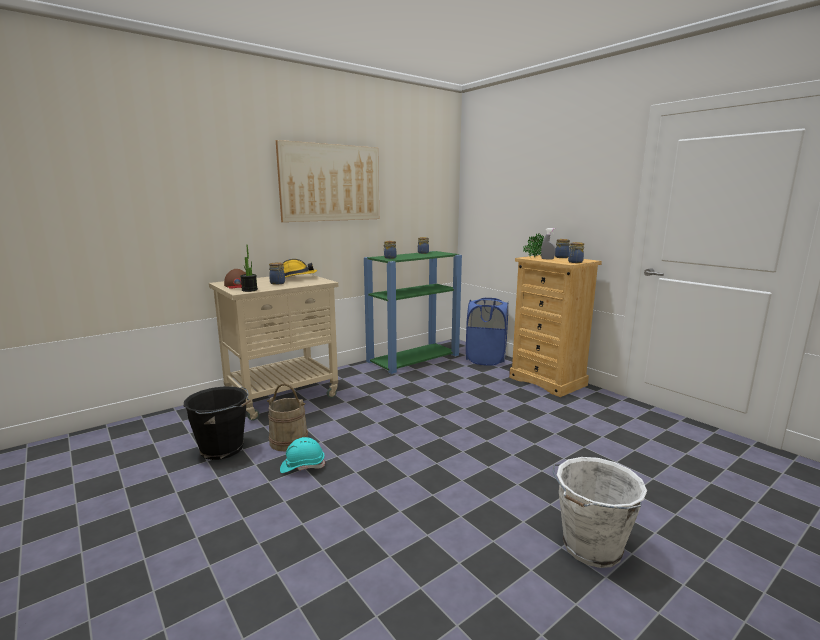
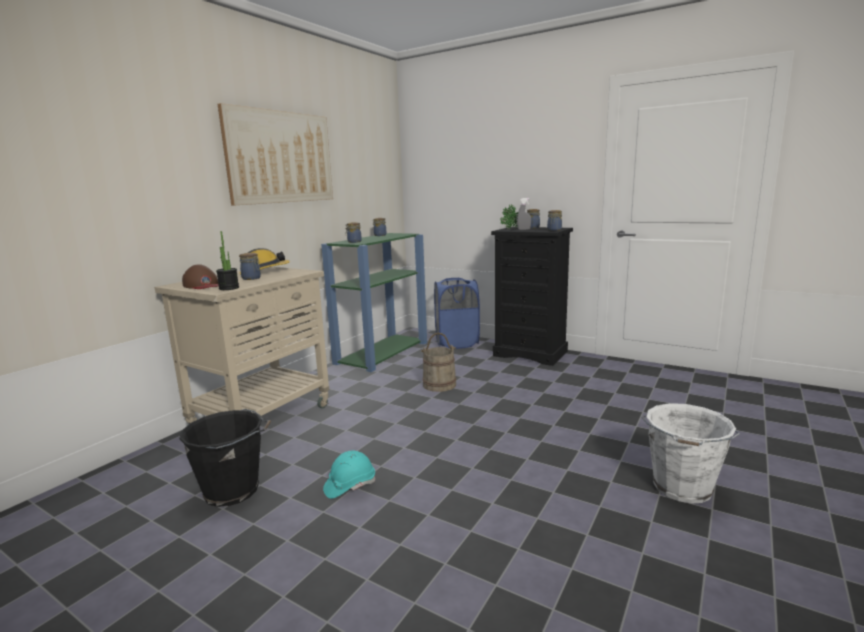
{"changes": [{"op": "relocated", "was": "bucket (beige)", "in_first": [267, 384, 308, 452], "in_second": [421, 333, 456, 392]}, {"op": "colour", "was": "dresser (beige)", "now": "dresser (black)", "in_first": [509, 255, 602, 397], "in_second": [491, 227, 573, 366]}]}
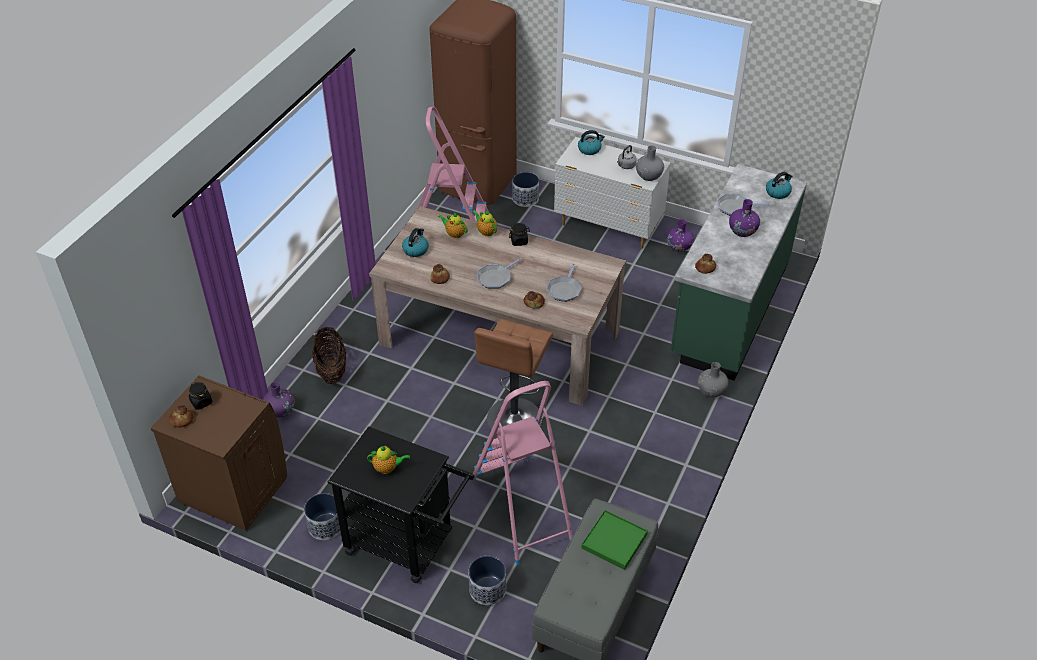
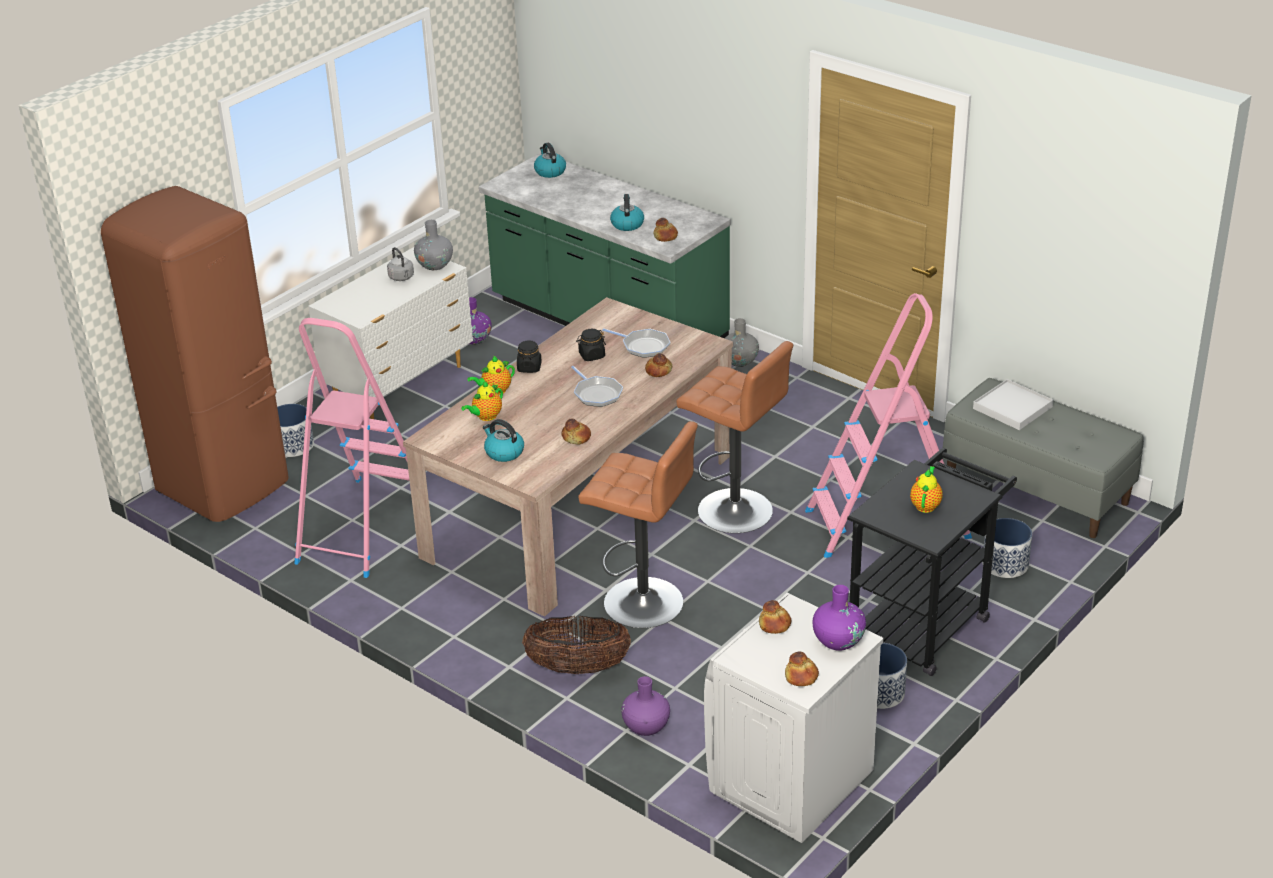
{"changes": [{"op": "colour", "was": "washing machine (brown)", "now": "washing machine (white)", "in_first": [151, 376, 287, 531], "in_second": [704, 593, 884, 843]}, {"op": "relocated", "was": "jar (black)", "in_first": [189, 382, 212, 410], "in_second": [576, 329, 606, 361]}, {"op": "relocated", "was": "kettle", "in_first": [578, 130, 605, 155], "in_second": [610, 194, 644, 231]}, {"op": "colour", "was": "tray (green)", "now": "tray (white)", "in_first": [581, 510, 648, 570], "in_second": [973, 379, 1053, 430]}, {"op": "missing", "was": "frying pan", "in_first": [717, 194, 770, 216]}, {"op": "relocated", "was": "vase (purple)", "in_first": [729, 199, 760, 237], "in_second": [812, 585, 866, 651]}, {"op": "appeared", "now": "stool (brown)", "in_second": [578, 421, 698, 628]}, {"op": "appeared", "now": "bread", "in_second": [759, 600, 791, 634]}]}
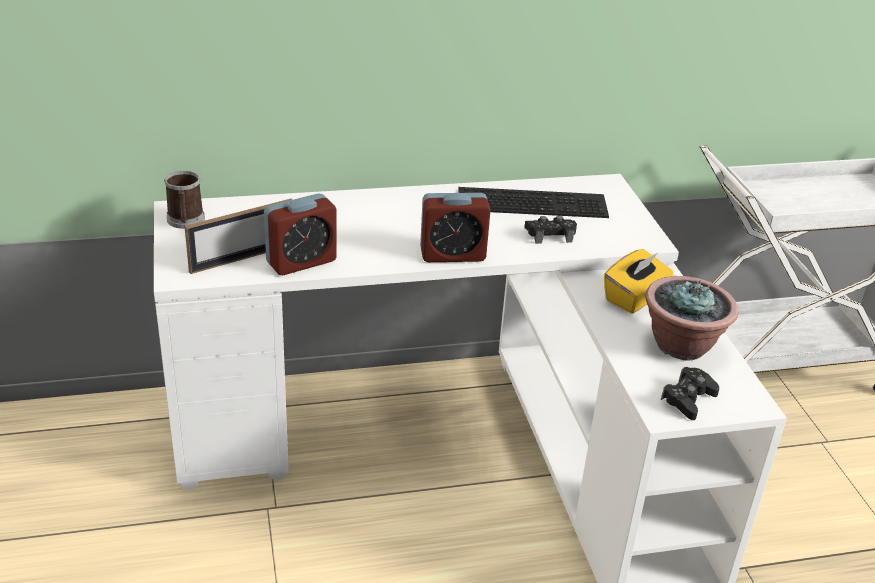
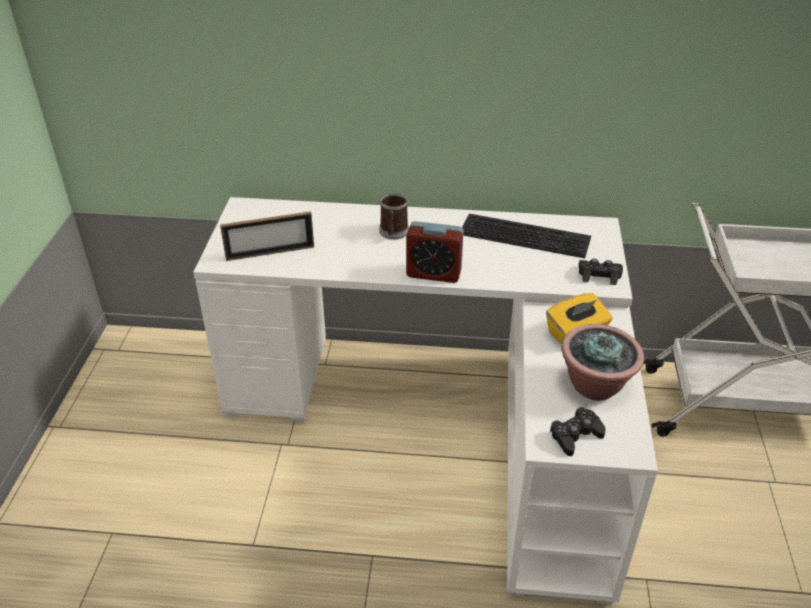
{"changes": [{"op": "relocated", "was": "mug", "in_first": [164, 171, 205, 229], "in_second": [379, 193, 409, 240]}, {"op": "missing", "was": "alarm clock", "in_first": [264, 193, 337, 275]}, {"op": "relocated", "was": "game controller (black)", "in_first": [524, 216, 577, 244], "in_second": [579, 258, 623, 285]}]}
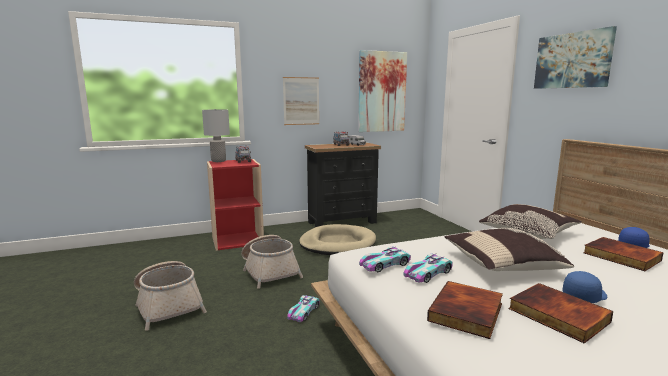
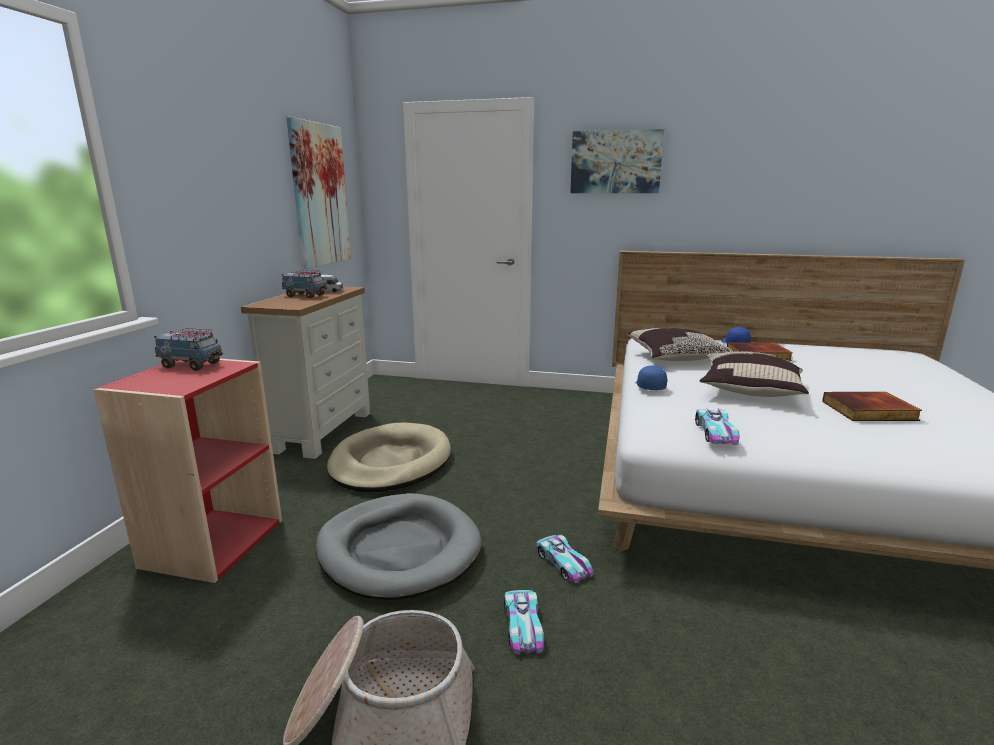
{"changes": [{"op": "missing", "was": "table lamp (grey)", "in_first": [202, 109, 230, 162]}, {"op": "exchanged", "was": "basket", "now": "dog bed (grey)", "in_first": [241, 235, 303, 289], "in_second": [316, 493, 482, 600]}, {"op": "missing", "was": "picture", "in_first": [283, 77, 319, 125]}, {"op": "colour", "was": "dresser (black)", "now": "dresser (white)", "in_first": [305, 142, 381, 227], "in_second": [241, 286, 370, 459]}, {"op": "relocated", "was": "toy car", "in_first": [403, 253, 453, 283], "in_second": [504, 590, 544, 655]}, {"op": "missing", "was": "book", "in_first": [427, 281, 503, 339]}, {"op": "relocated", "was": "cap (blue)", "in_first": [563, 271, 607, 303], "in_second": [636, 365, 667, 390]}]}
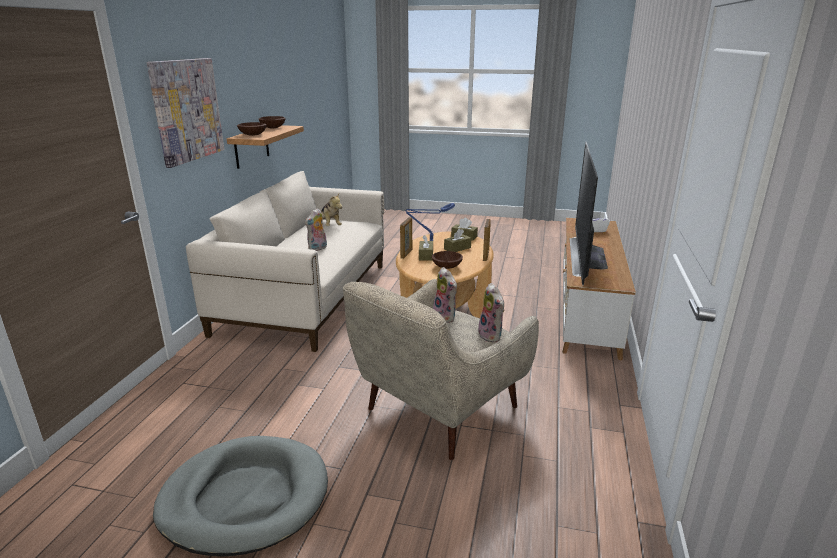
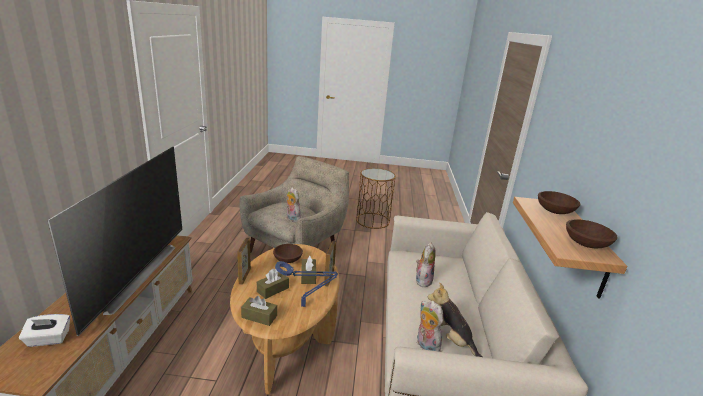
{"changes": [{"op": "missing", "was": "picture", "in_first": [147, 58, 224, 168]}, {"op": "exchanged", "was": "dog bed (grey)", "now": "side table (brown)", "in_first": [153, 436, 328, 557], "in_second": [356, 168, 396, 229]}, {"op": "relocated", "was": "plush toy", "in_first": [478, 283, 504, 342], "in_second": [417, 301, 443, 352]}]}
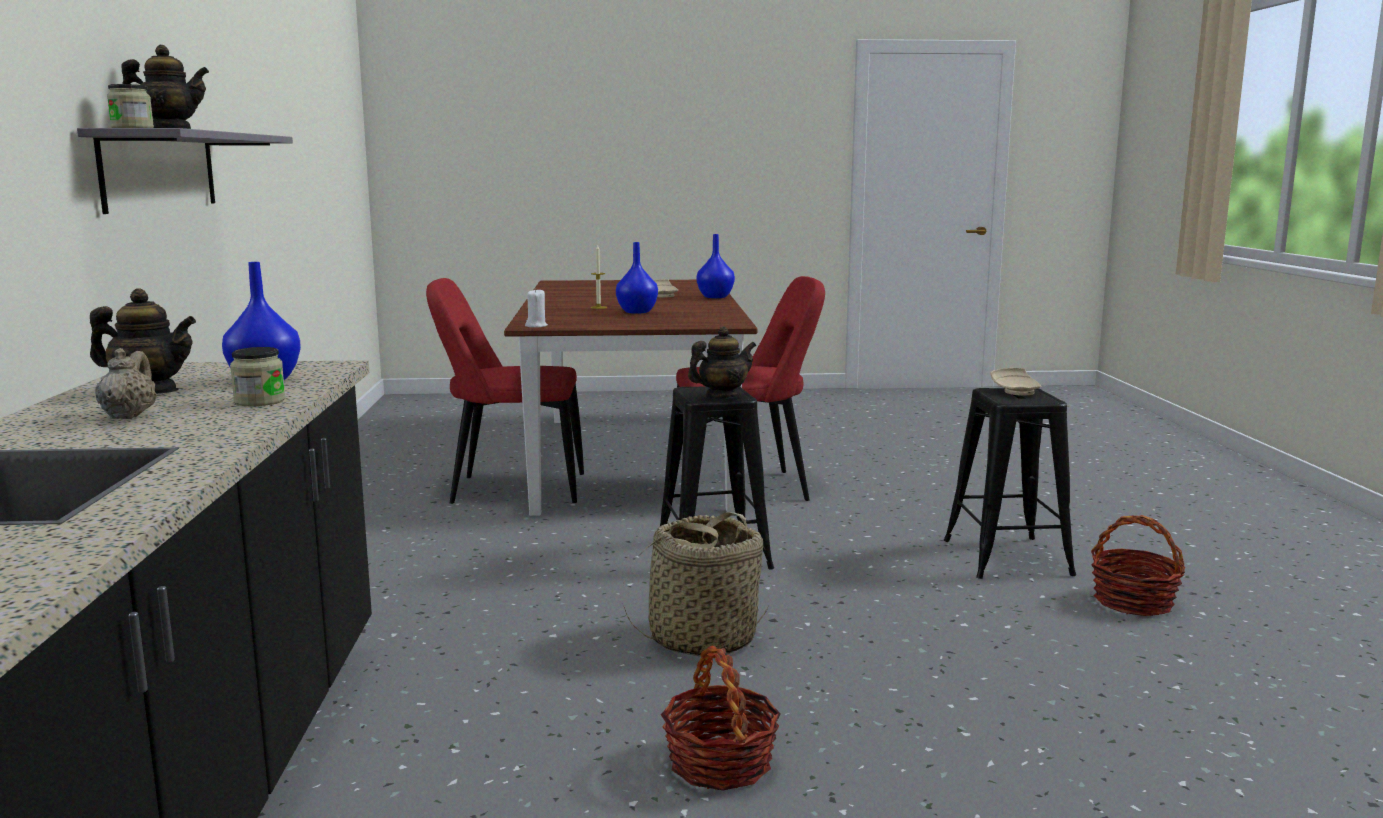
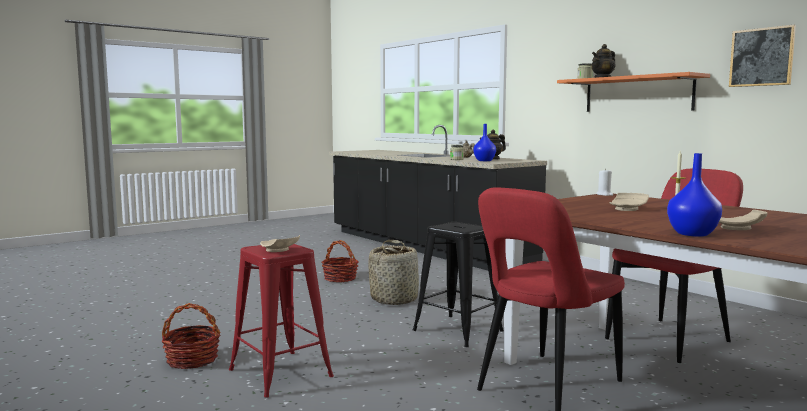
{"changes": [{"op": "colour", "was": "shelf (grey)", "now": "shelf (orange)", "in_first": [77, 128, 293, 214], "in_second": [557, 72, 710, 112]}, {"op": "exchanged", "was": "vase (blue)", "now": "plate (beige)", "in_first": [616, 242, 658, 314], "in_second": [609, 193, 649, 211]}, {"op": "missing", "was": "teapot", "in_first": [688, 326, 756, 399]}, {"op": "colour", "was": "stool (black)", "now": "stool (red)", "in_first": [944, 388, 1076, 579], "in_second": [229, 244, 334, 397]}, {"op": "appeared", "now": "picture", "in_second": [729, 25, 796, 87]}]}
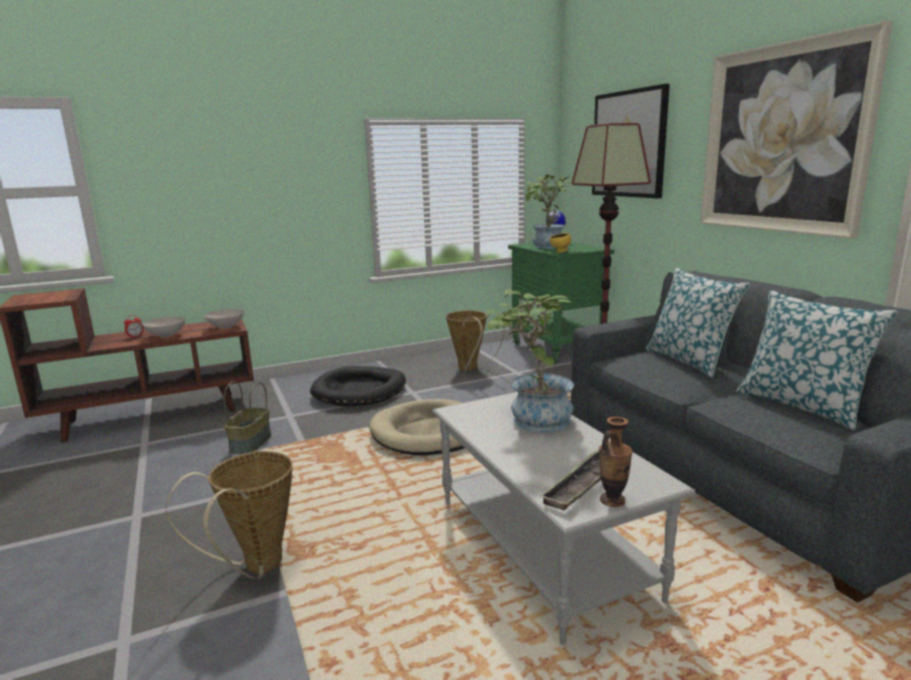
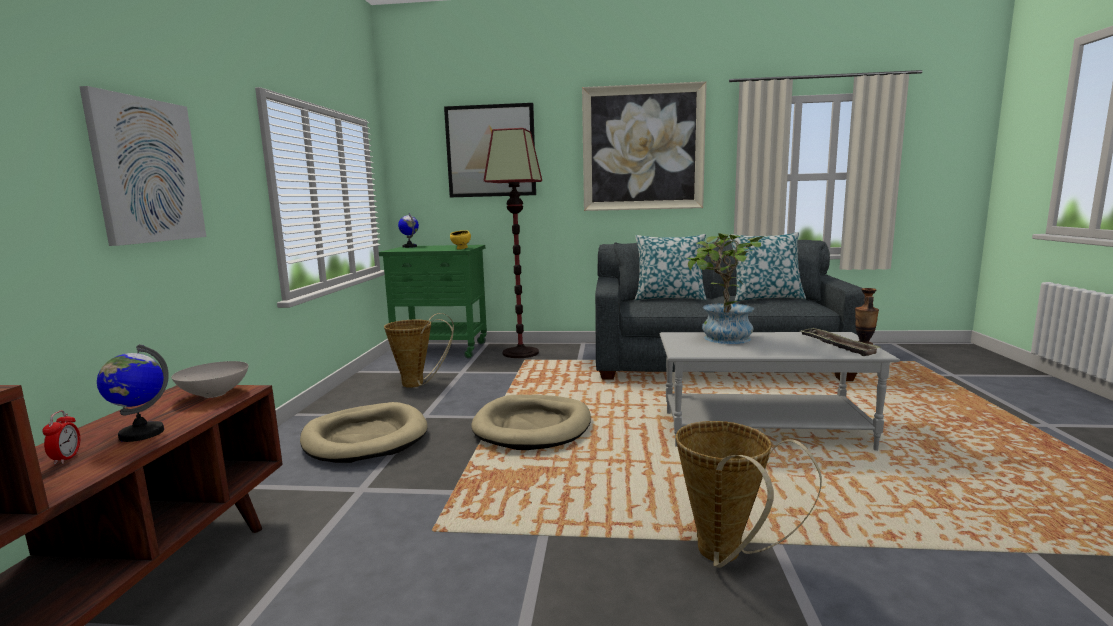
{"changes": [{"op": "exchanged", "was": "bowl (white)", "now": "globe", "in_first": [142, 317, 186, 338], "in_second": [97, 344, 169, 442]}, {"op": "missing", "was": "basket", "in_first": [223, 381, 271, 455]}, {"op": "colour", "was": "dog bed (black)", "now": "dog bed (beige)", "in_first": [310, 366, 406, 407], "in_second": [300, 402, 428, 463]}, {"op": "missing", "was": "potted plant", "in_first": [525, 174, 570, 249]}, {"op": "appeared", "now": "picture", "in_second": [79, 86, 206, 246]}]}
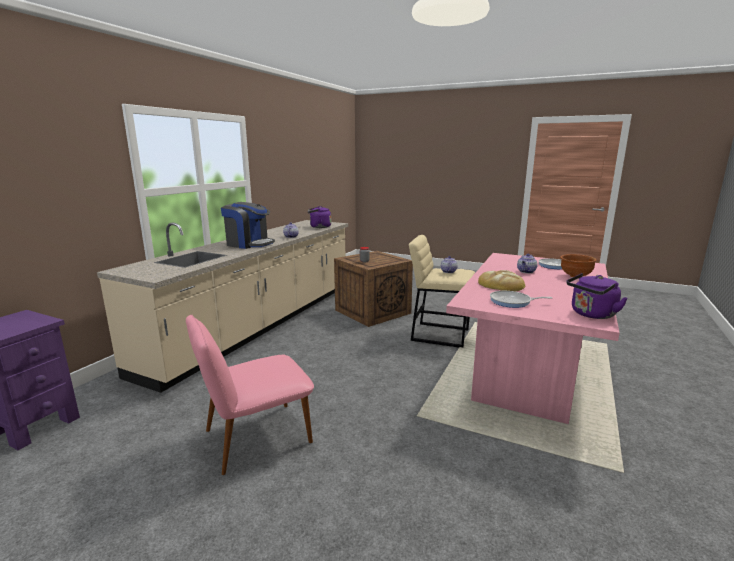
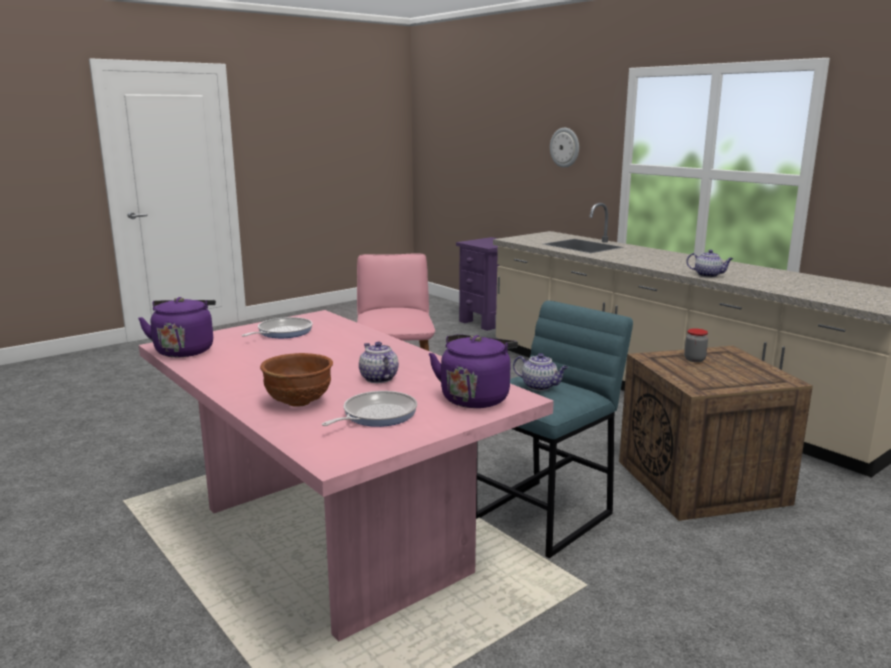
{"changes": [{"op": "missing", "was": "coffee machine", "in_first": [221, 202, 275, 249]}, {"op": "relocated", "was": "kettle (purple)", "in_first": [307, 206, 331, 228], "in_second": [429, 334, 518, 408]}, {"op": "colour", "was": "stool (beige)", "now": "stool (blue)", "in_first": [409, 235, 475, 347], "in_second": [476, 300, 633, 558]}, {"op": "missing", "was": "bread", "in_first": [478, 270, 525, 291]}, {"op": "appeared", "now": "wall clock", "in_second": [550, 128, 579, 168]}]}
